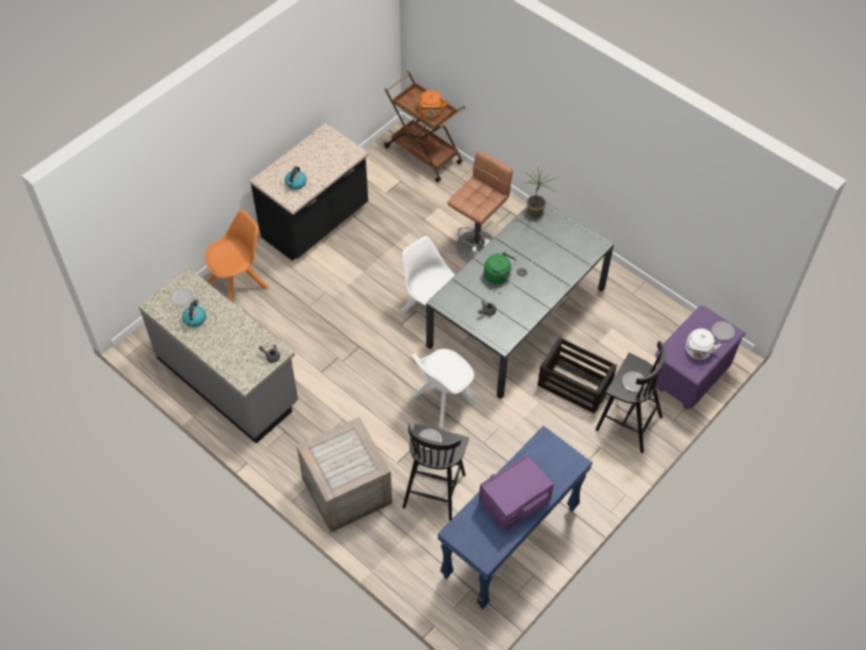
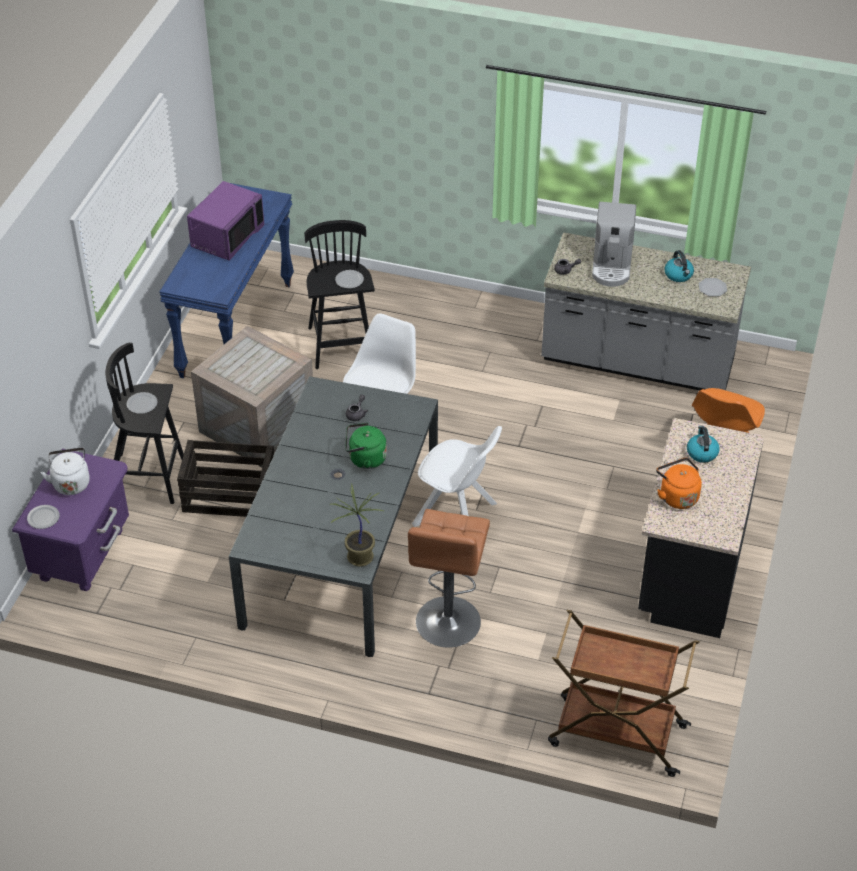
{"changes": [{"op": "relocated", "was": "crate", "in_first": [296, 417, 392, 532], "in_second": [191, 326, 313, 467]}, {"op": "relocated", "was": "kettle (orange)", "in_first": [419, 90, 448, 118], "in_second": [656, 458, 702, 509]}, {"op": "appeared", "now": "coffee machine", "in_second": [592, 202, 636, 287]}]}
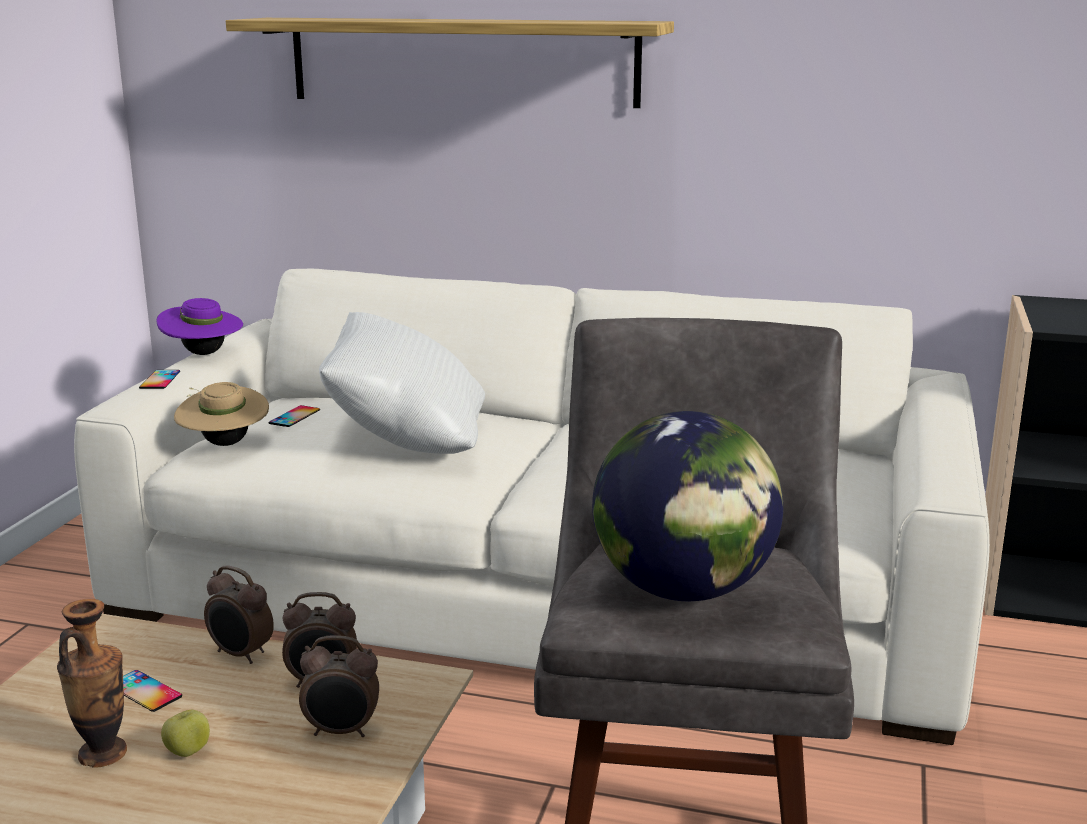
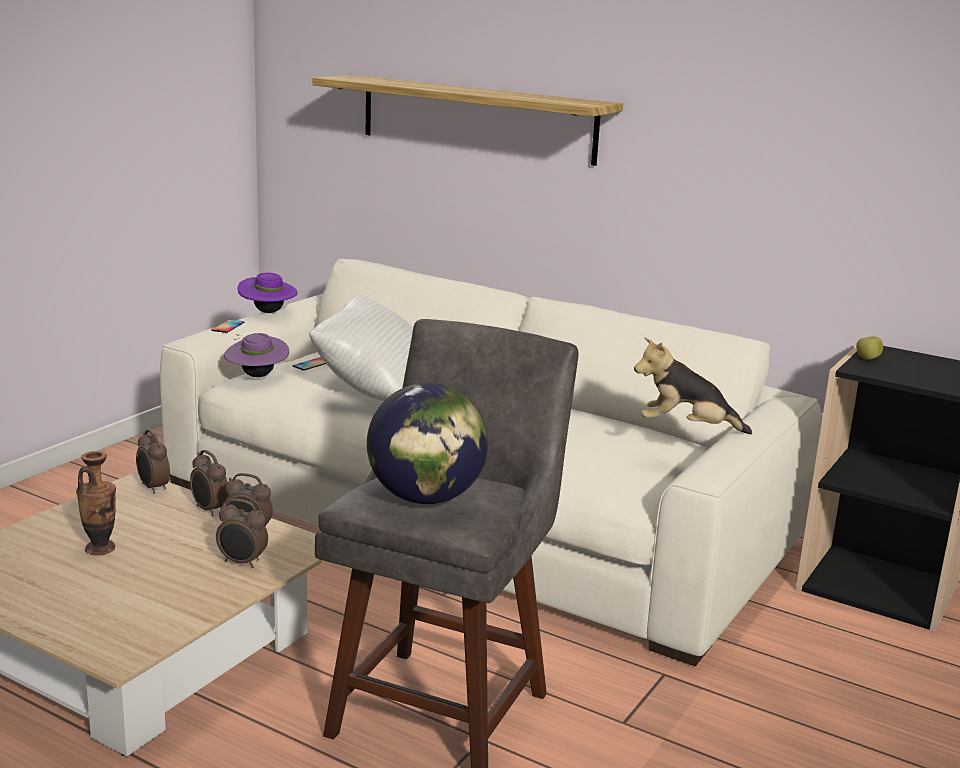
{"changes": [{"op": "missing", "was": "phone", "in_first": [123, 670, 182, 712]}, {"op": "relocated", "was": "apple", "in_first": [161, 710, 210, 757], "in_second": [856, 337, 883, 360]}, {"op": "colour", "was": "hat (beige)", "now": "hat (purple)", "in_first": [174, 382, 269, 446], "in_second": [224, 333, 289, 377]}, {"op": "appeared", "now": "alarm clock", "in_second": [136, 430, 170, 494]}, {"op": "appeared", "now": "plush toy", "in_second": [634, 337, 752, 435]}]}
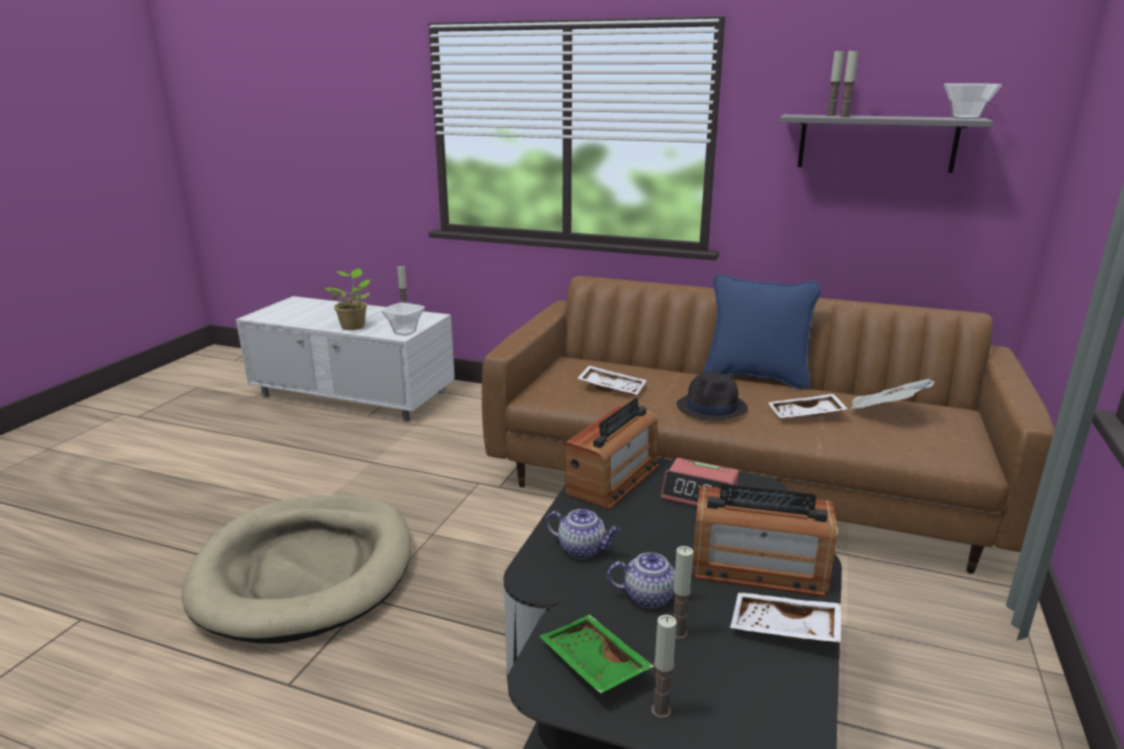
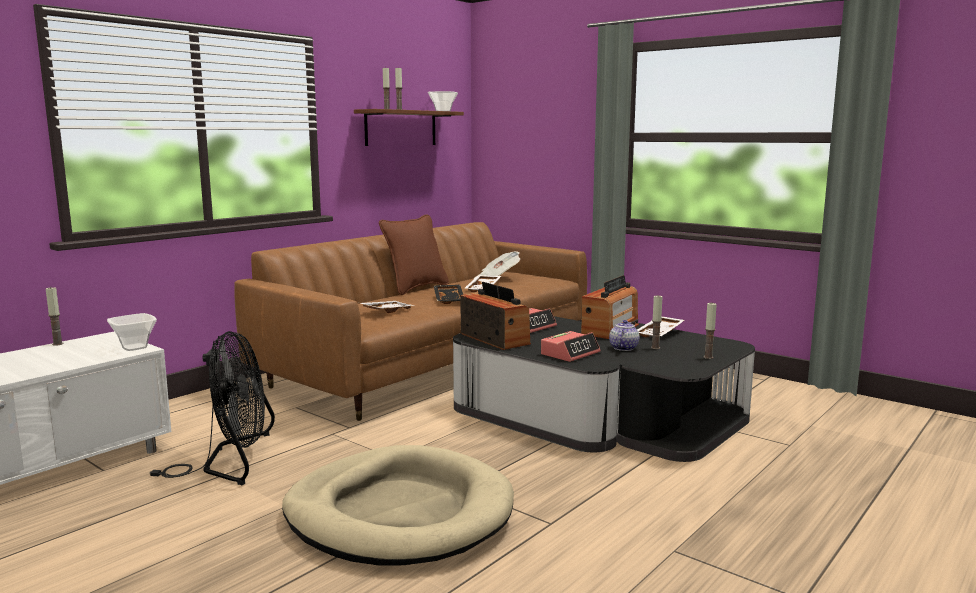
{"changes": [{"op": "missing", "was": "potted plant", "in_first": [325, 268, 370, 330]}, {"op": "missing", "was": "tray (green)", "in_first": [540, 615, 654, 694]}, {"op": "exchanged", "was": "teapot", "now": "alarm clock", "in_first": [546, 509, 620, 559], "in_second": [541, 331, 601, 362]}, {"op": "exchanged", "was": "hat (black)", "now": "tray (black)", "in_first": [677, 372, 748, 421], "in_second": [434, 285, 463, 304]}, {"op": "colour", "was": "pillow (blue)", "now": "pillow (brown)", "in_first": [703, 274, 821, 390], "in_second": [379, 214, 449, 295]}, {"op": "colour", "was": "shelf (grey)", "now": "shelf (brown)", "in_first": [780, 114, 993, 173], "in_second": [354, 109, 464, 146]}, {"op": "appeared", "now": "fan (black)", "in_second": [149, 331, 275, 486]}]}
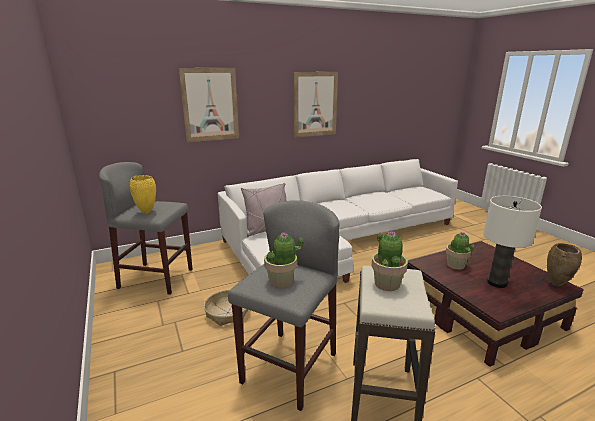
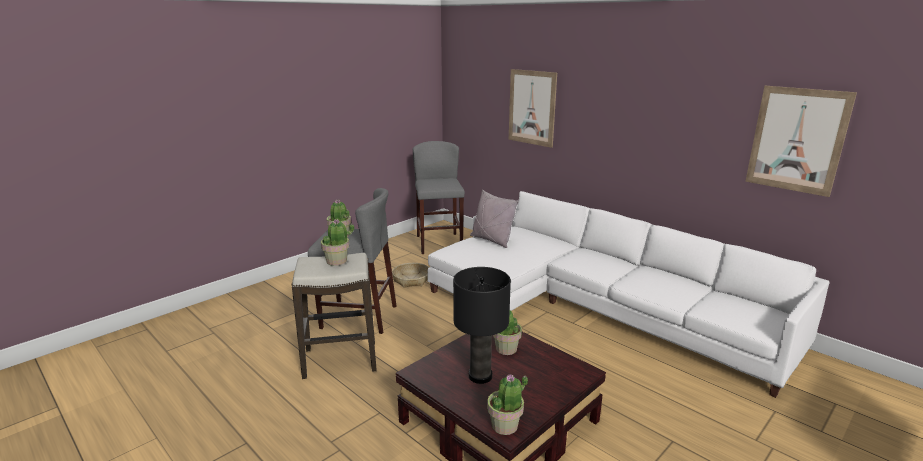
{"changes": [{"op": "missing", "was": "vase (yellow)", "in_first": [130, 175, 156, 214]}, {"op": "relocated", "was": "picture", "in_first": [294, 72, 338, 138], "in_second": [745, 86, 857, 197]}, {"op": "colour", "was": "table lamp (white)", "now": "table lamp (black)", "in_first": [483, 196, 542, 288], "in_second": [453, 267, 511, 384]}, {"op": "exchanged", "was": "vase (brown)", "now": "potted plant", "in_first": [547, 243, 582, 287], "in_second": [487, 374, 528, 435]}]}
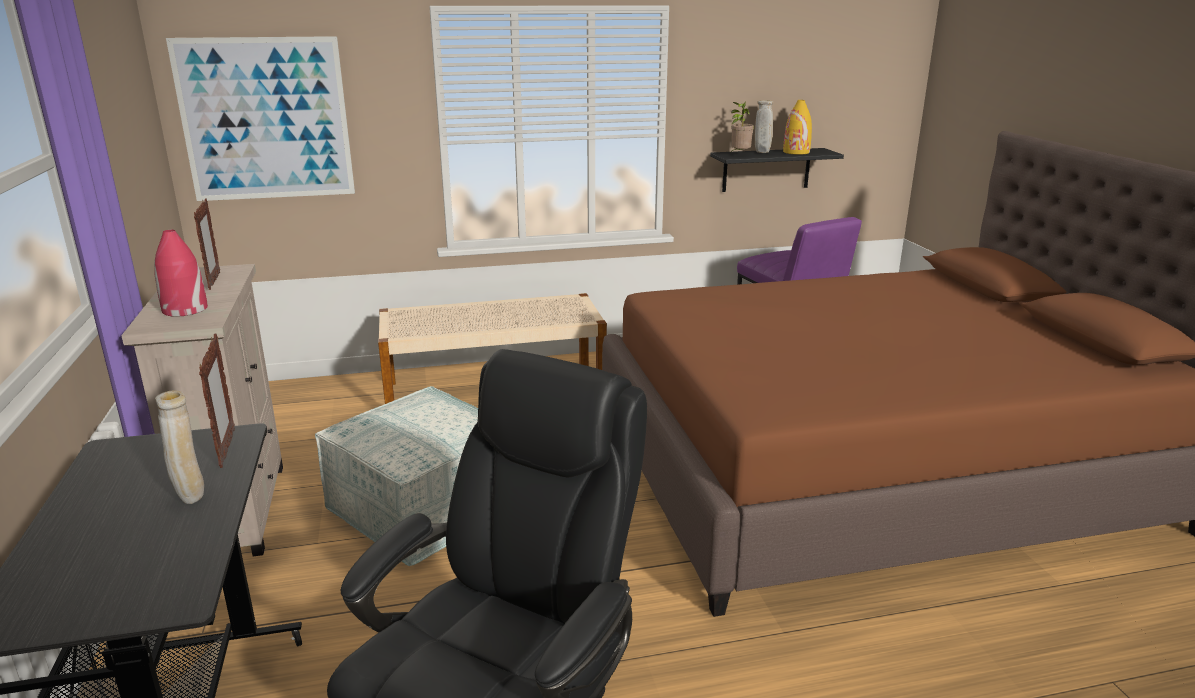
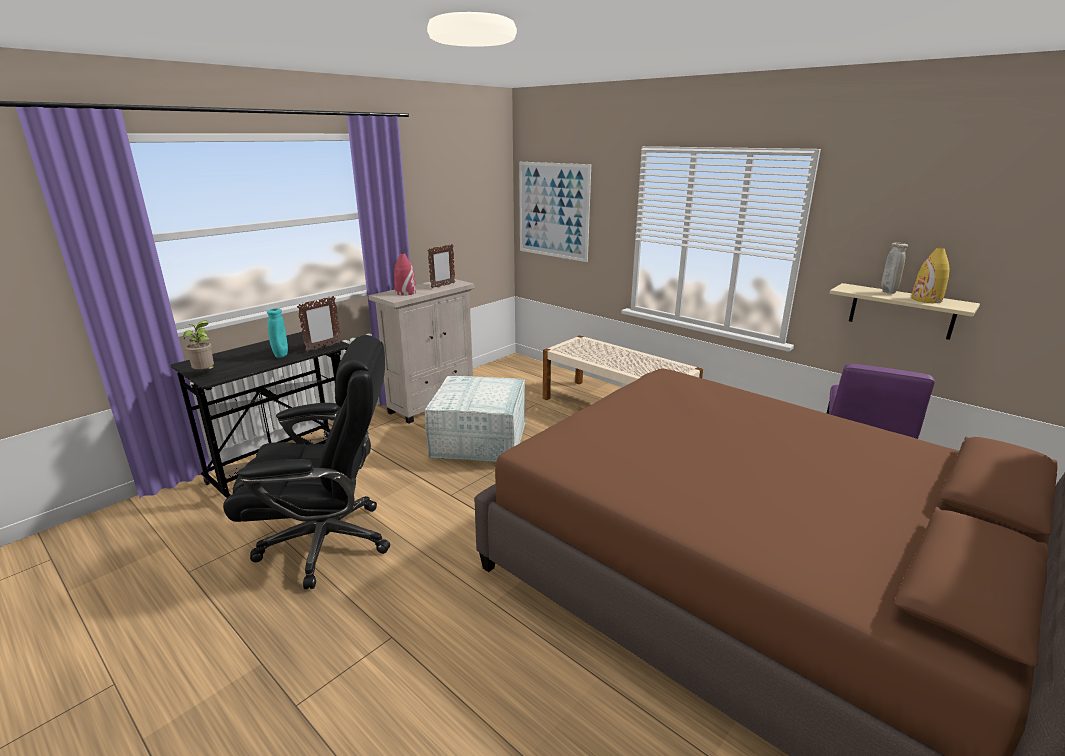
{"changes": [{"op": "colour", "was": "vase (beige)", "now": "vase (turquoise)", "in_first": [155, 391, 204, 504], "in_second": [267, 308, 288, 358]}, {"op": "colour", "was": "shelf (black)", "now": "shelf (beige)", "in_first": [710, 148, 844, 192], "in_second": [829, 283, 980, 340]}, {"op": "relocated", "was": "potted plant", "in_first": [731, 101, 754, 152], "in_second": [183, 321, 216, 370]}]}
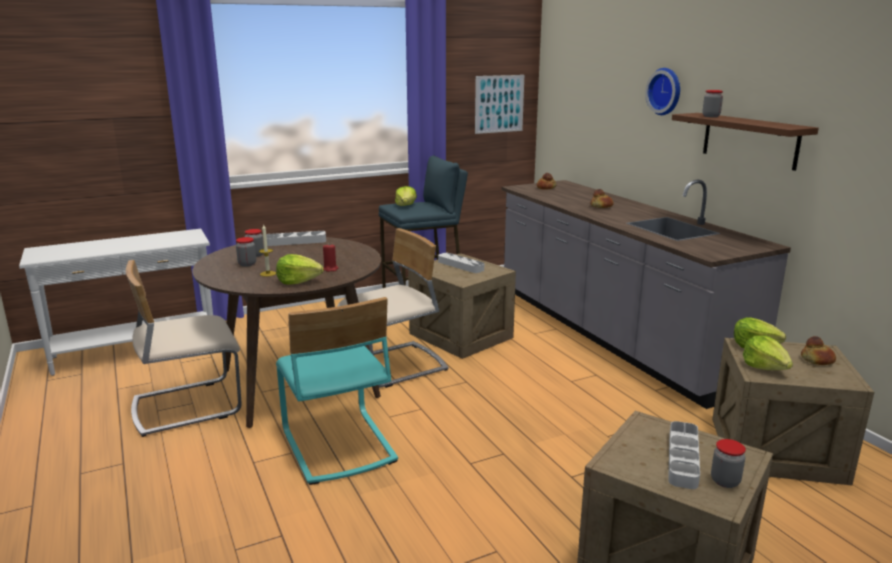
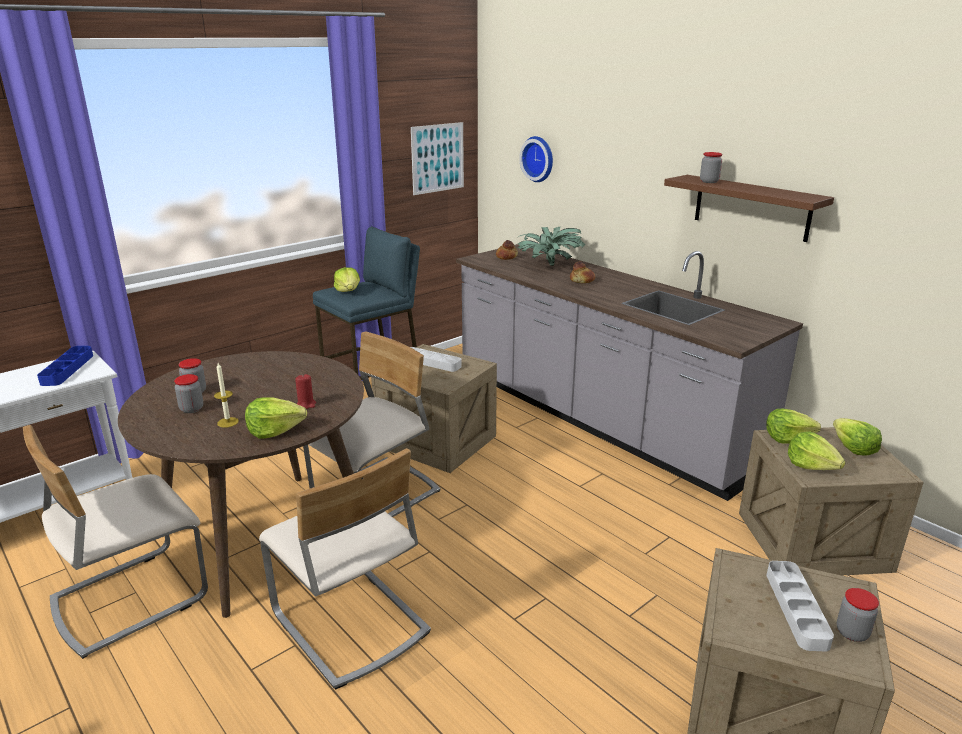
{"changes": [{"op": "missing", "was": "tray (grey)", "in_first": [266, 231, 326, 246]}, {"op": "colour", "was": "chair (turquoise)", "now": "chair (beige)", "in_first": [276, 297, 398, 485], "in_second": [259, 448, 431, 690]}, {"op": "relocated", "was": "wall clock", "in_first": [645, 68, 680, 115], "in_second": [519, 136, 553, 182]}, {"op": "exchanged", "was": "bread", "now": "lettuce", "in_first": [801, 336, 836, 365], "in_second": [833, 418, 882, 456]}, {"op": "appeared", "now": "tray (blue)", "in_second": [37, 346, 93, 386]}, {"op": "appeared", "now": "potted plant", "in_second": [518, 227, 585, 266]}]}
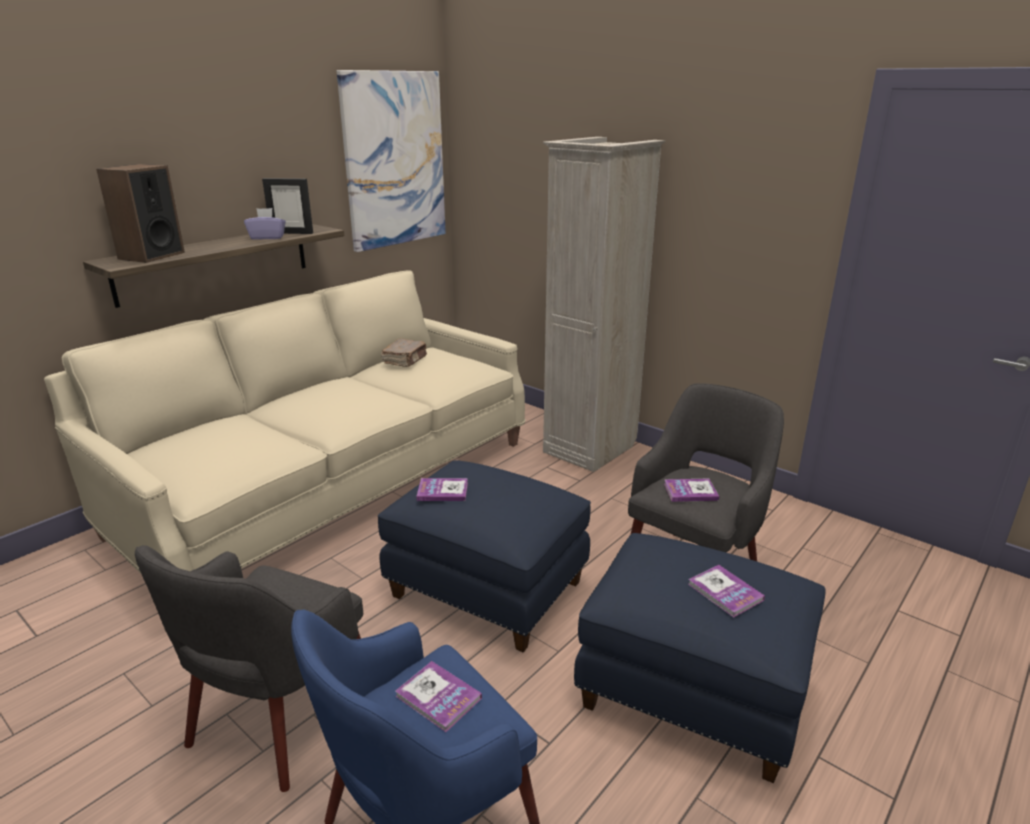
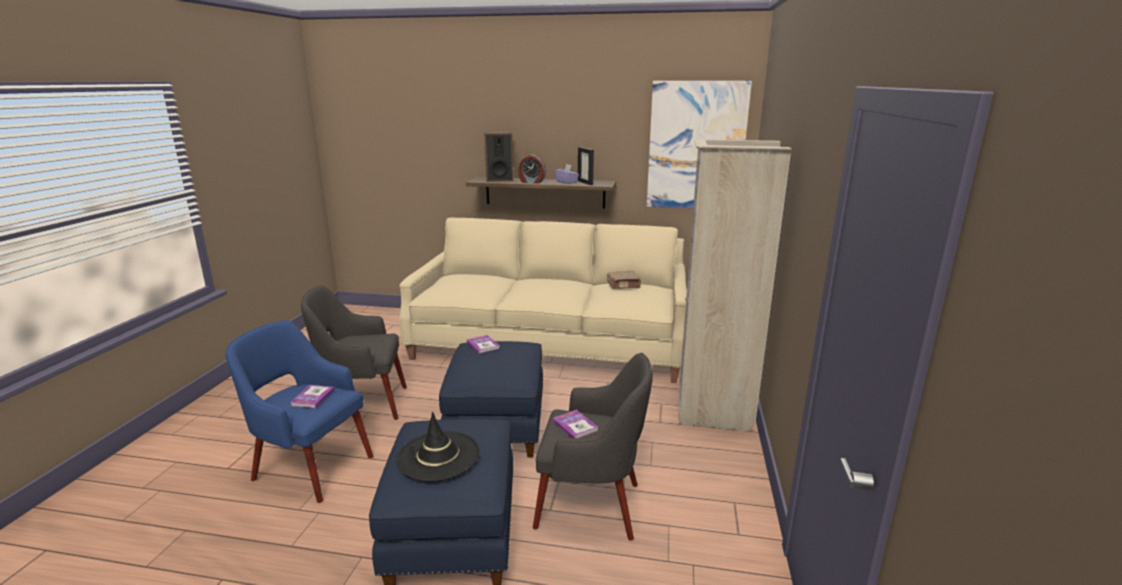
{"changes": [{"op": "exchanged", "was": "book", "now": "hat (black)", "in_first": [688, 565, 765, 618], "in_second": [396, 412, 480, 482]}, {"op": "appeared", "now": "alarm clock", "in_second": [518, 155, 546, 183]}]}
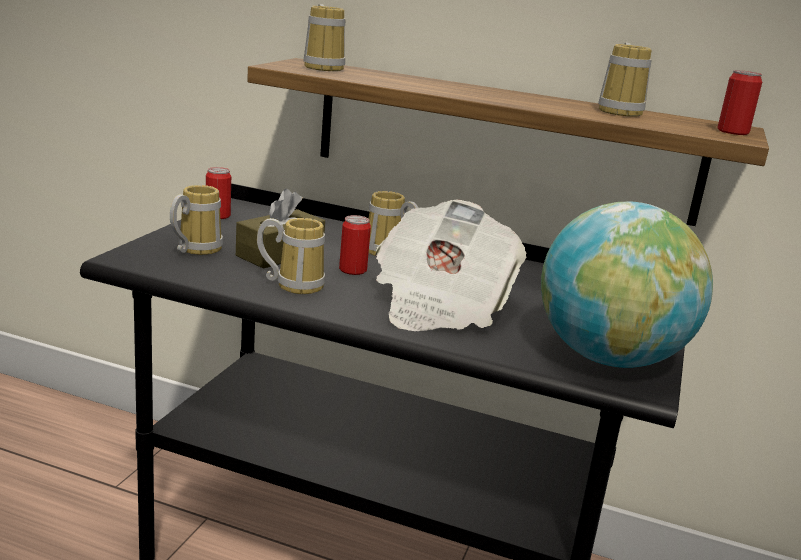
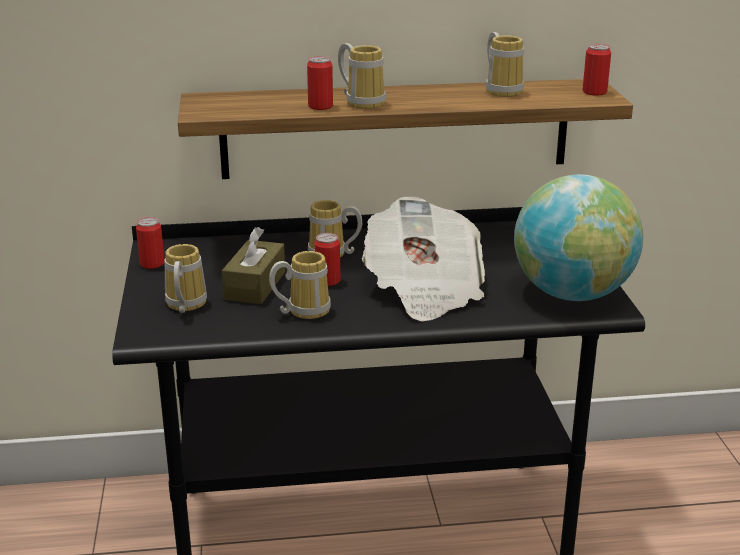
{"changes": [{"op": "relocated", "was": "mug", "in_first": [303, 4, 345, 71], "in_second": [338, 43, 386, 109]}, {"op": "appeared", "now": "can", "in_second": [307, 56, 333, 110]}]}
